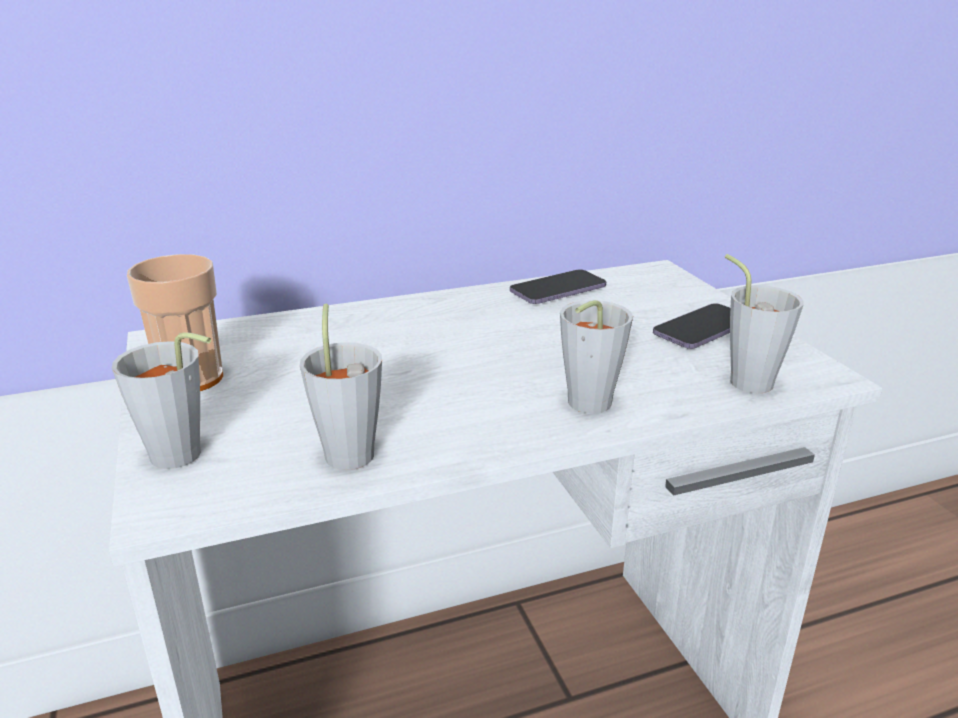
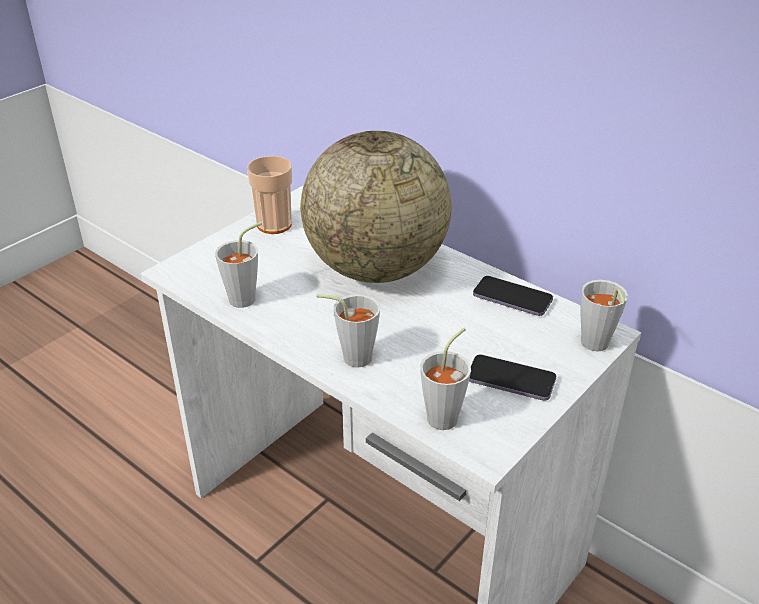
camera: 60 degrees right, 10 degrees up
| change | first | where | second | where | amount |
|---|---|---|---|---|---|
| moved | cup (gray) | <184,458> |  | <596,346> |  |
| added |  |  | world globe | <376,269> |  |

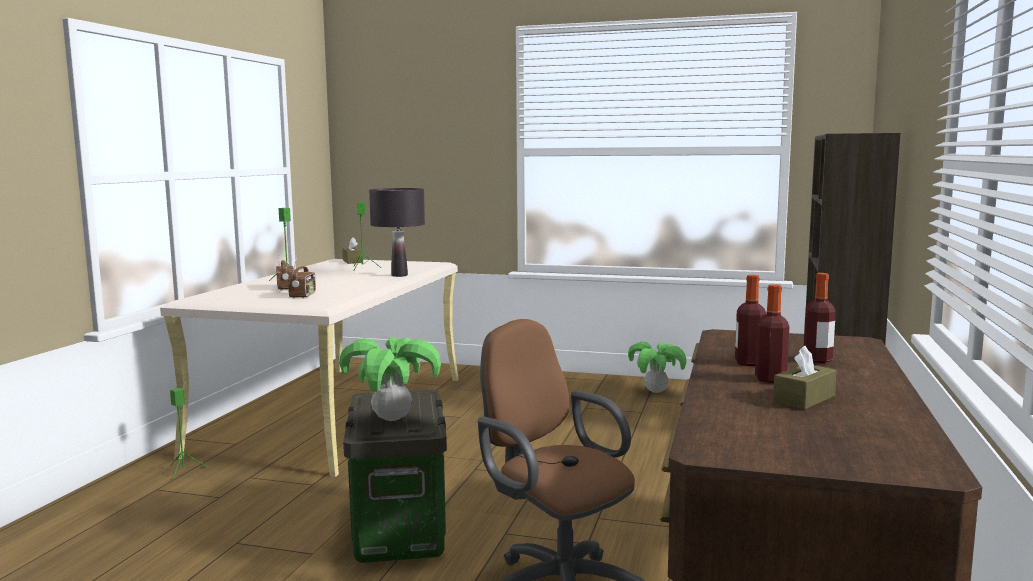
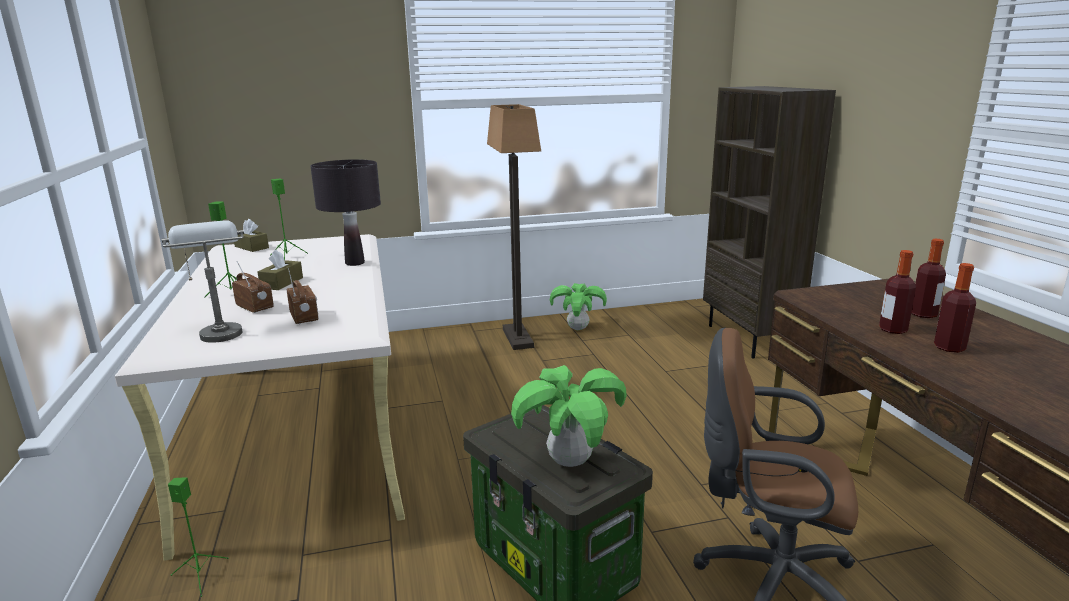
camera: 30 degrees left, 10 degrees up
| change | first | where | second | where | amount |
|---|---|---|---|---|---|
| moved | tissue box (brownish) | <804,399> |  | <282,283> |  |
| added |  |  | floor lamp | <518,338> |  |
| added |  |  | table lamp (gray) | <219,330> |  |

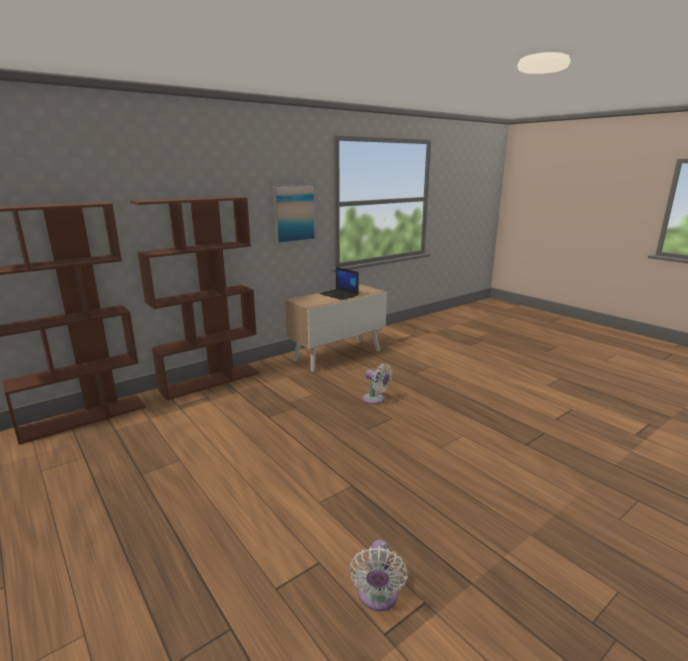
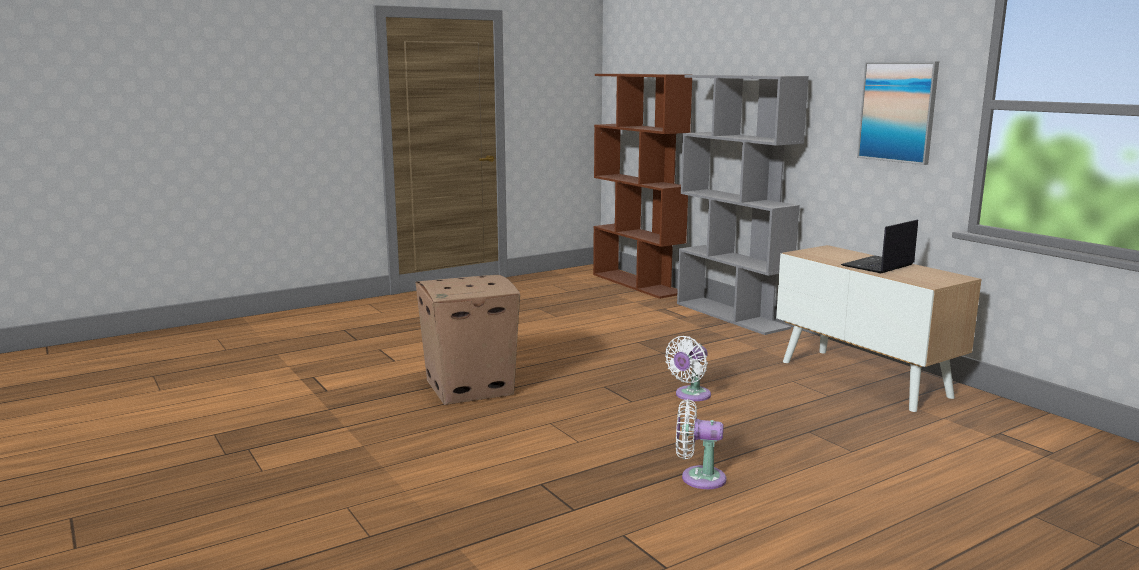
camera: 95 degrees right, 5 degrees down
| change | first | where | second | where | amount |
|---|---|---|---|---|---|
| recoloured | bookshelf (brownish) | <210,381> | bookshelf (gray) | <732,315> |  |
| moved | fan (white) | <377,597> |  | <698,478> |  |
| added |  |  | cardboard box | <471,387> |  |

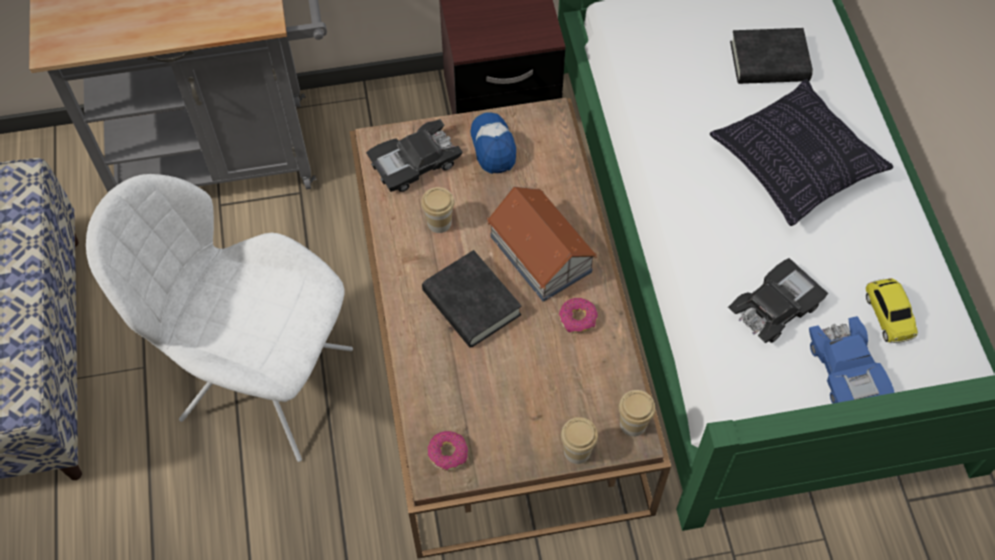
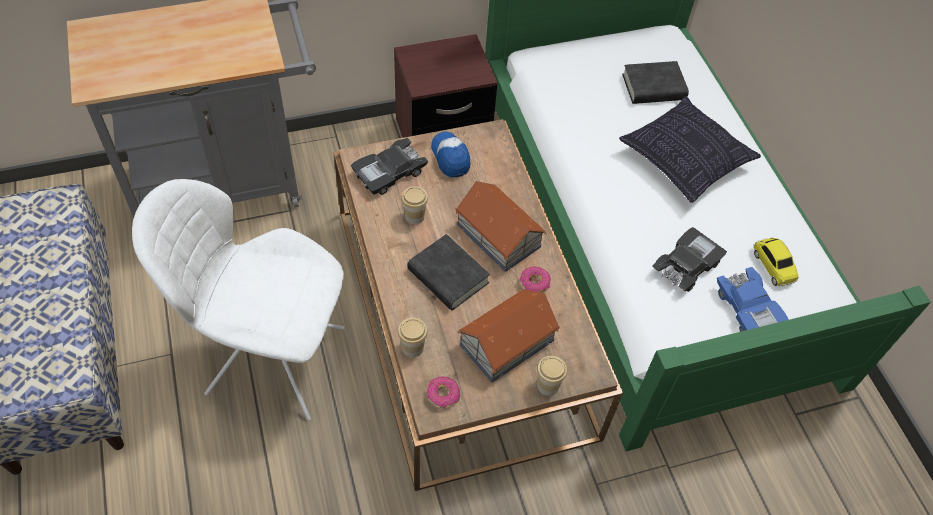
camera: 10 degrees left, 5 degrees down
| change | first | where | second | where | amount |
|---|---|---|---|---|---|
| moved | cup | <633,424> |  | <412,348> |  |
| added |  |  | miniature house | <508,342> |  |

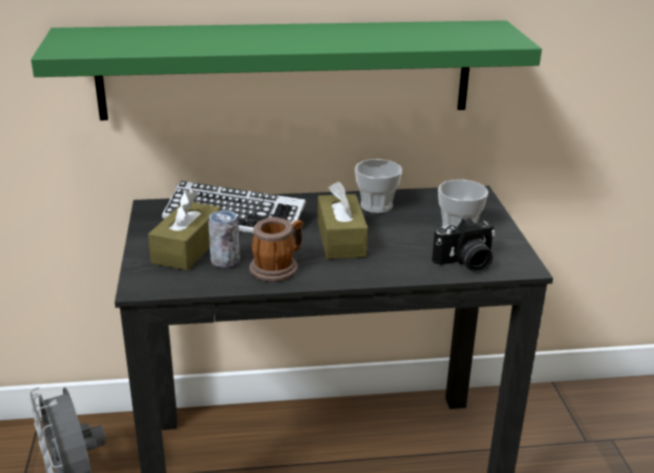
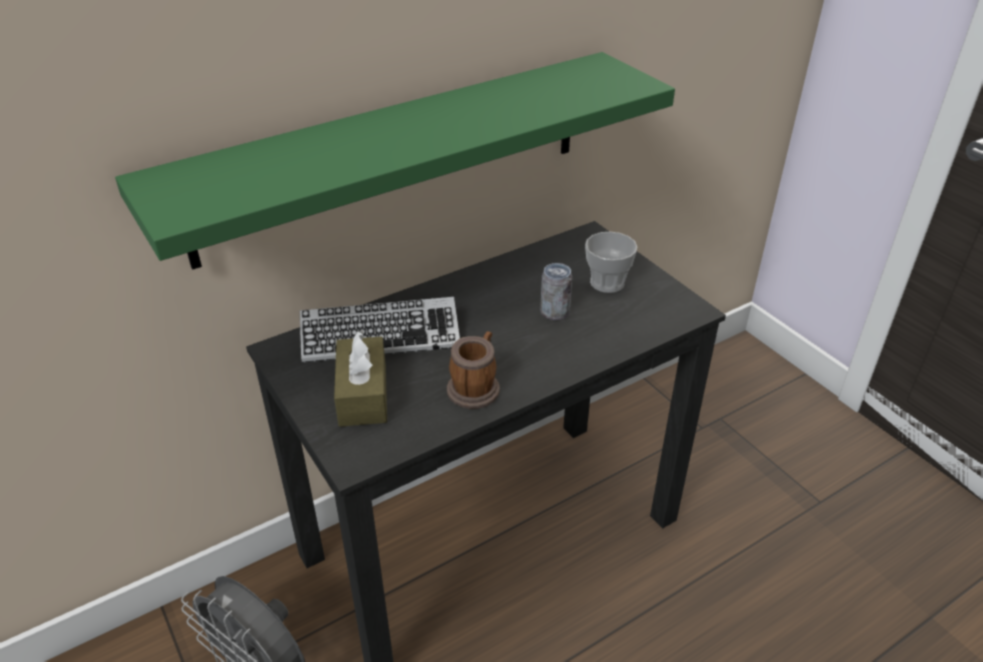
camera: 25 degrees left, 10 degrees up
| change | first | where | second | where | amount |
|---|---|---|---|---|---|
| removed | cup | <376,206> |  |  |  |
| removed | tissue box (brownish) | <341,239> |  |  |  |
| moved | can | <225,261> |  | <554,312> |  |
| removed | still camera | <466,263> |  |  |  |

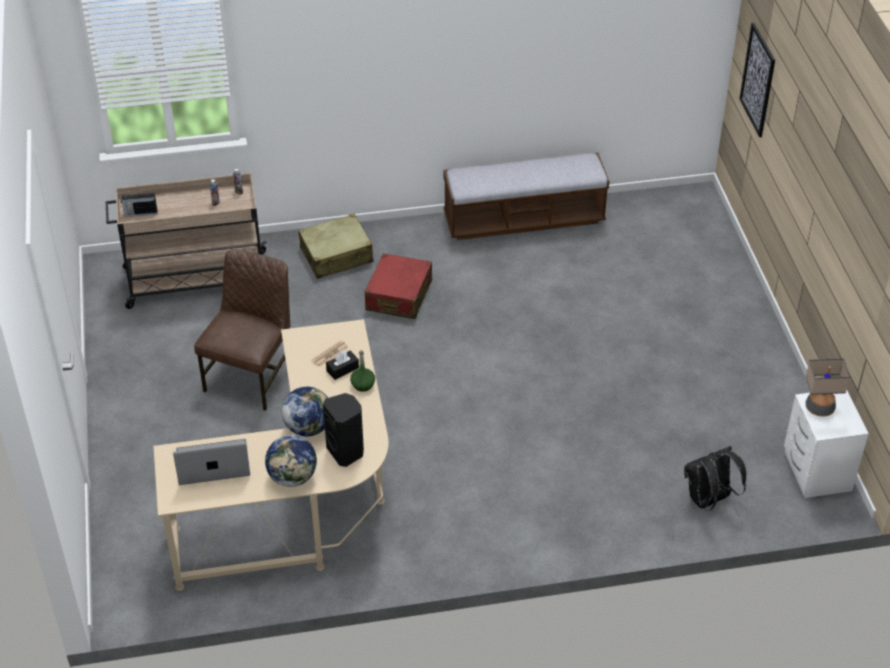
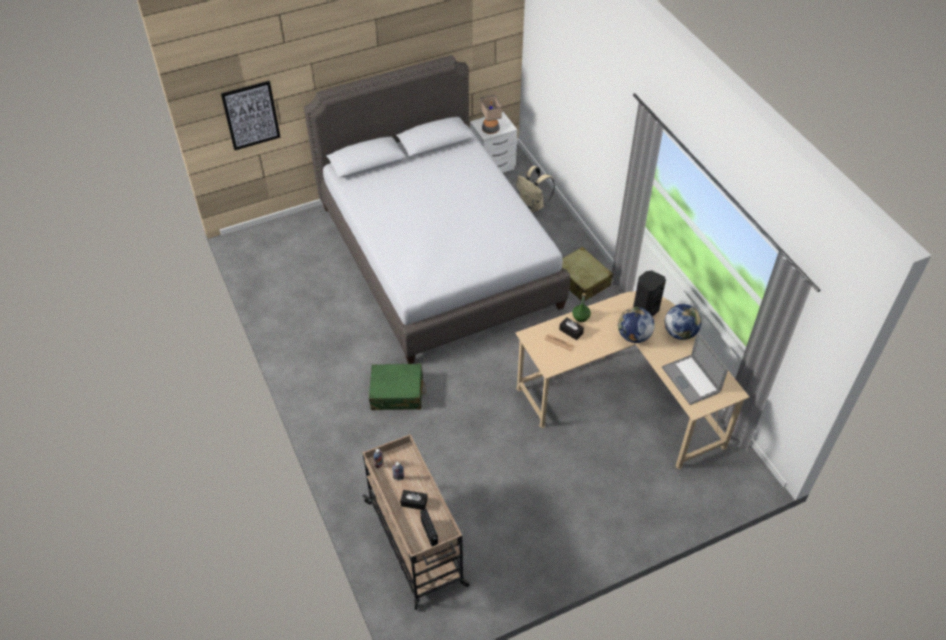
camera: 105 degrees left, 5 degrees up
| change | first | where | second | where | amount |
|---|---|---|---|---|---|
| removed | bench | <524,219> |  |  |  |
| moved | travel case (beige) | <337,255> |  | <581,280> |  |
| removed | chair (brownish) | <252,375> |  |  |  |
| recoloured | travel case (reddish) | <398,296> | travel case (green-coloured) | <397,393> |  |
| recoloured | rucksack (black) | <709,500> | rucksack (beige) | <533,205> |  |
| added |  |  | bedroom bed (gray) | <437,255> |  |
| added |  |  | tissue box (black) | <414,502> |  |

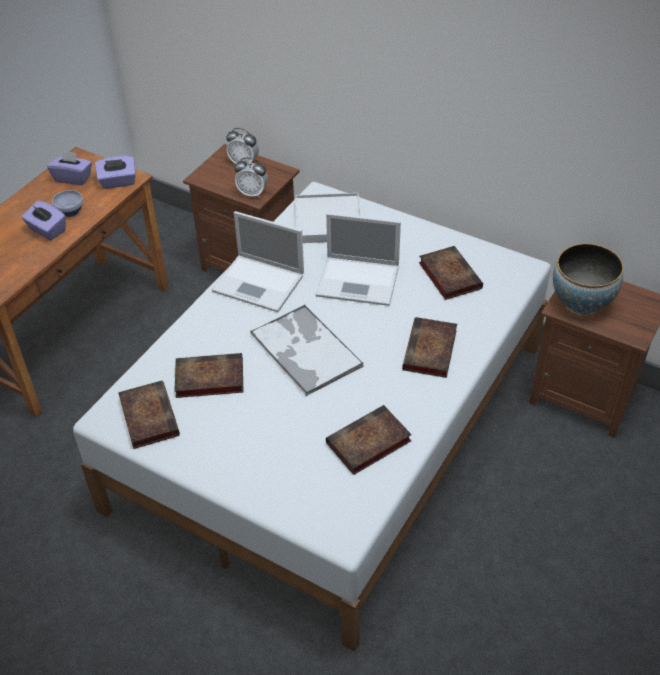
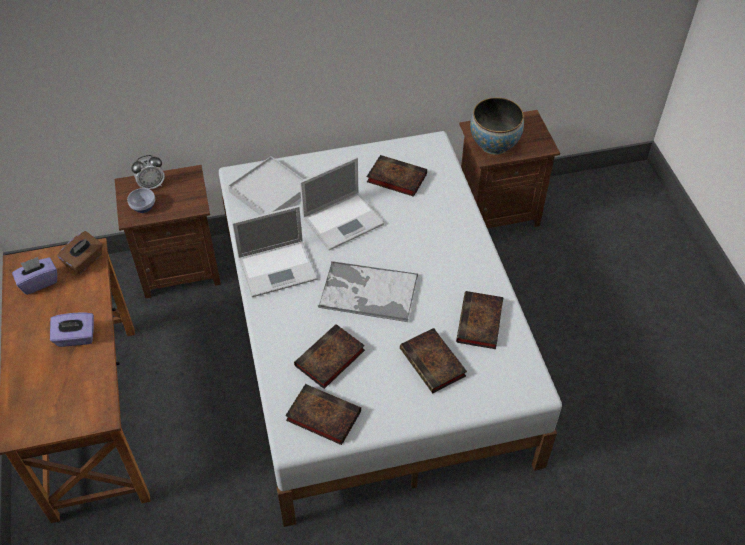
camera: 45 degrees left, 5 degrees up
| change | first | where | second | where | amount |
|---|---|---|---|---|---|
| recoloured | tissue box (purple-coloured) | <118,182> | tissue box (brownish) | <84,261> |  |
| removed | table clock | <252,193> |  |  |  |
| moved | bowl | <70,212> |  | <144,207> |  |
| moved | volume | <430,352> |  | <434,364> |  |

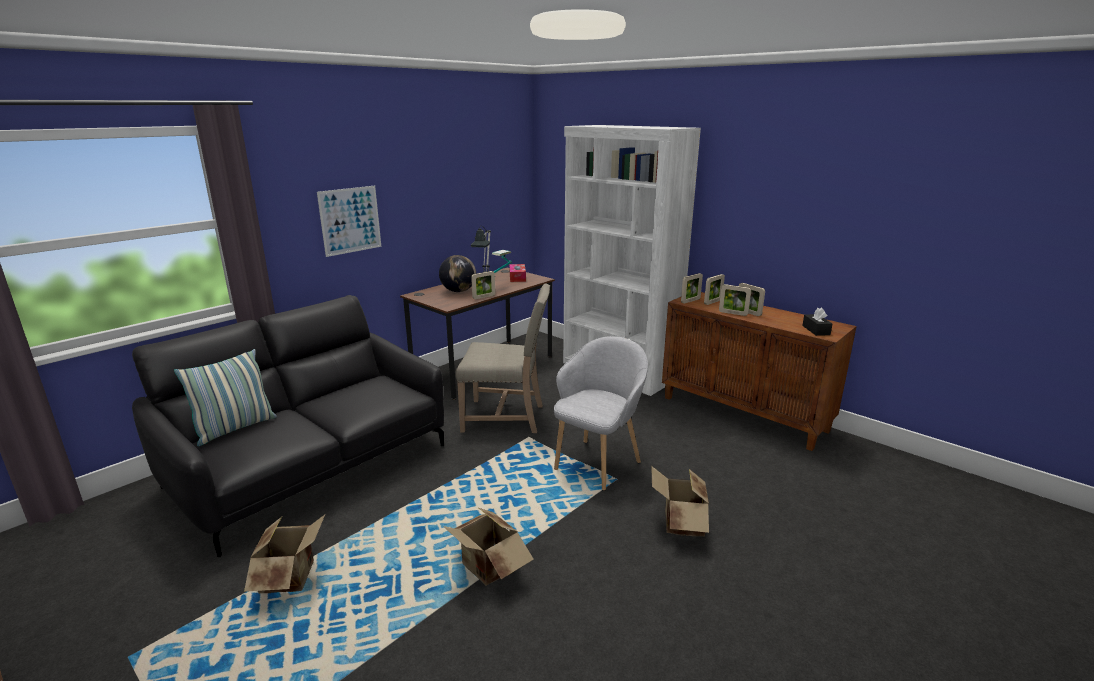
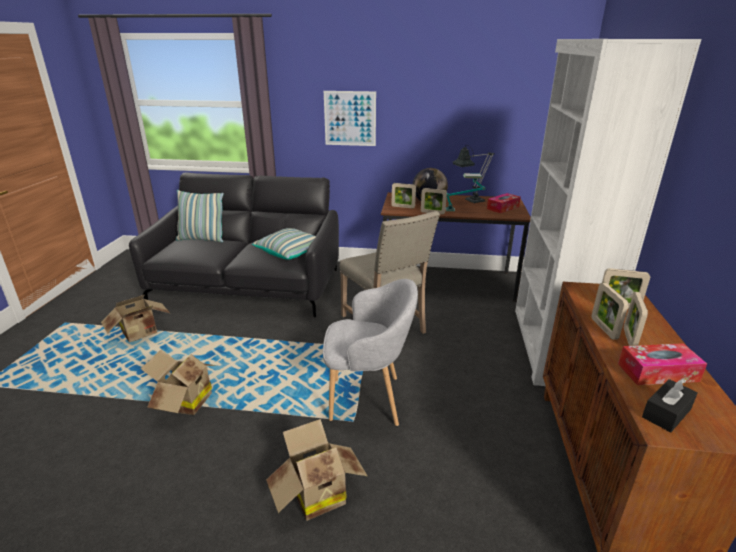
camera: 55 degrees right, 5 degrees up
| change | first | where | second | where | amount |
|---|---|---|---|---|---|
| moved | picture frame | <690,301> |  | <403,207> |  |
| added |  |  | throw pillow | <290,252> |  |
| added |  |  | tissue box | <657,372> |  |

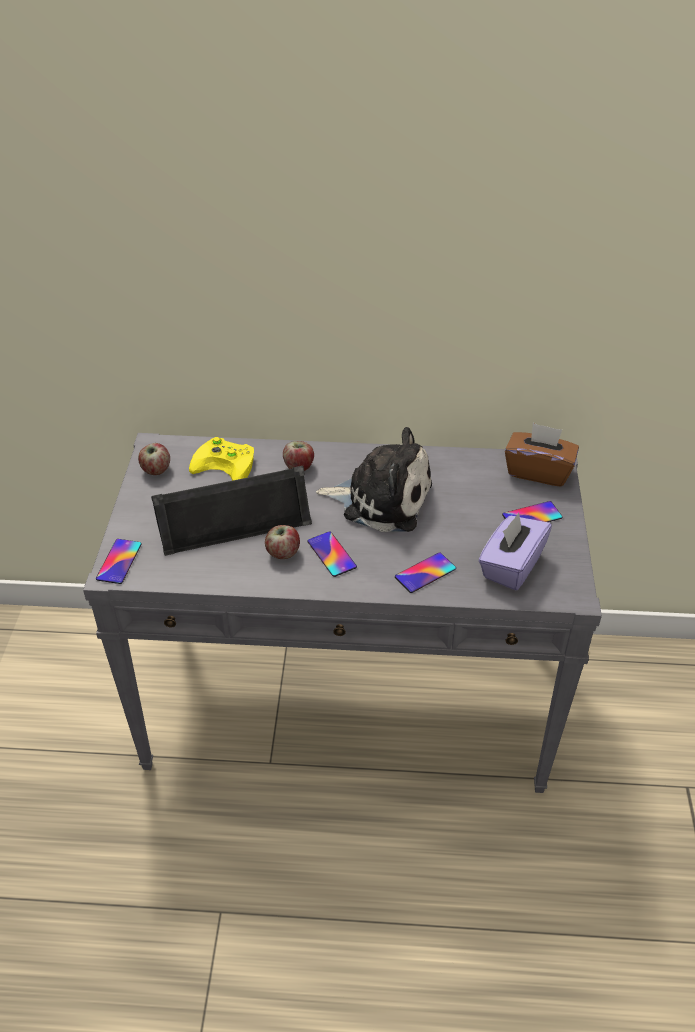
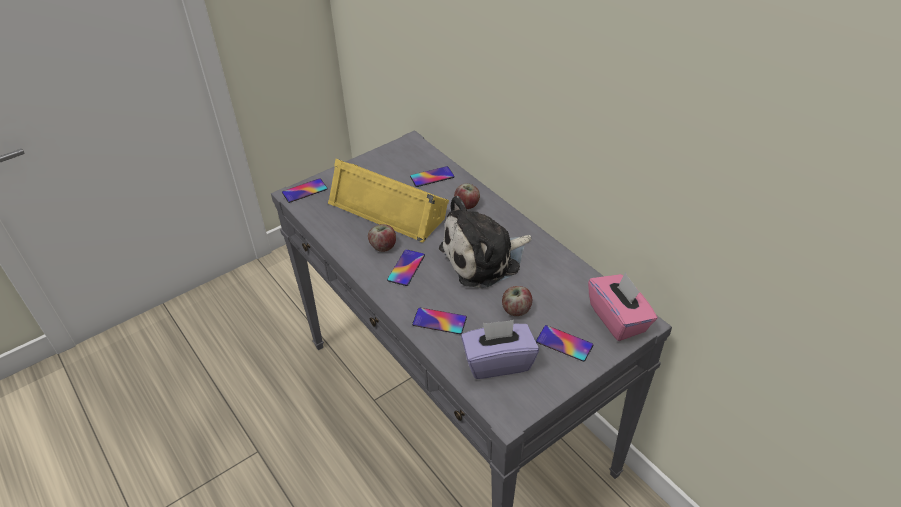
camera: 50 degrees right, 0 degrees up
| change | first | where | second | where | amount |
|---|---|---|---|---|---|
| recoloured | tissue box (brownish) | <538,471> | tissue box (pink) | <618,319> |  |
| turned | cuddly toy | <381,499> |  | <484,258> | 90 degrees clockwise |
| replaced | joypad (yellow-coloured) | <227,463> | telephone | <432,177> |  |
| moved | apple | <156,470> |  | <516,310> |  |
| recoloured | loudspeaker (black) | <232,517> | loudspeaker (yellow-coloured) | <389,207> |  |

